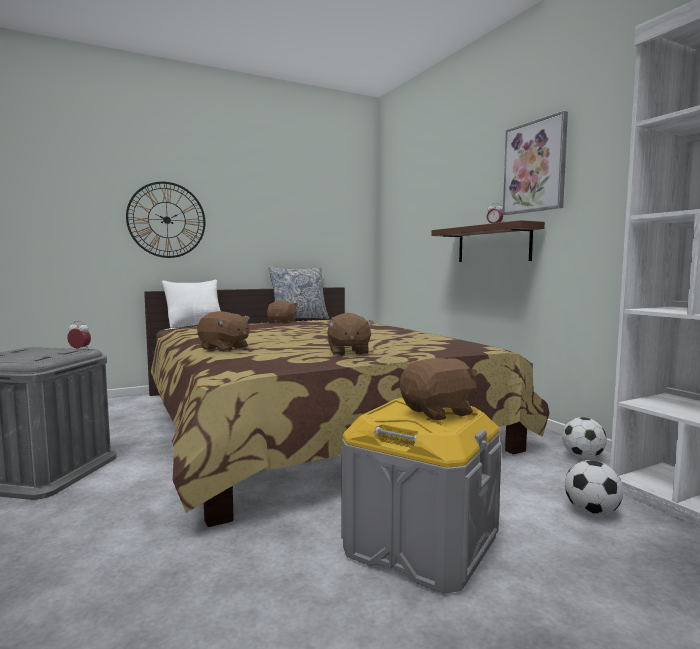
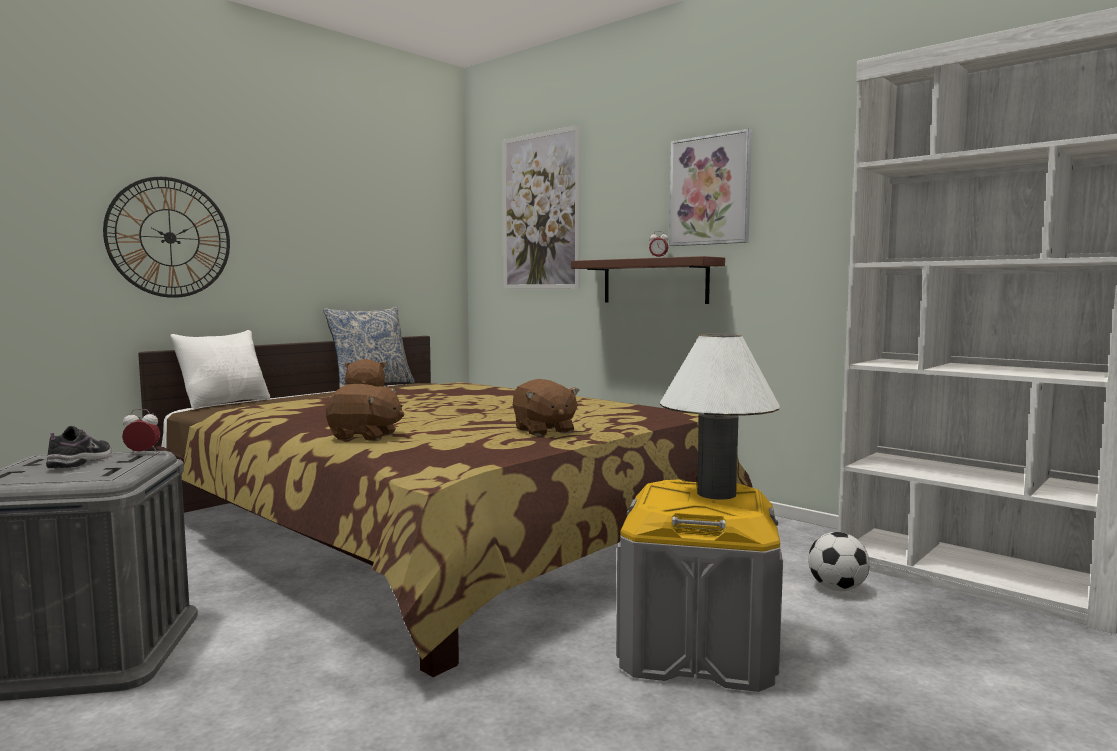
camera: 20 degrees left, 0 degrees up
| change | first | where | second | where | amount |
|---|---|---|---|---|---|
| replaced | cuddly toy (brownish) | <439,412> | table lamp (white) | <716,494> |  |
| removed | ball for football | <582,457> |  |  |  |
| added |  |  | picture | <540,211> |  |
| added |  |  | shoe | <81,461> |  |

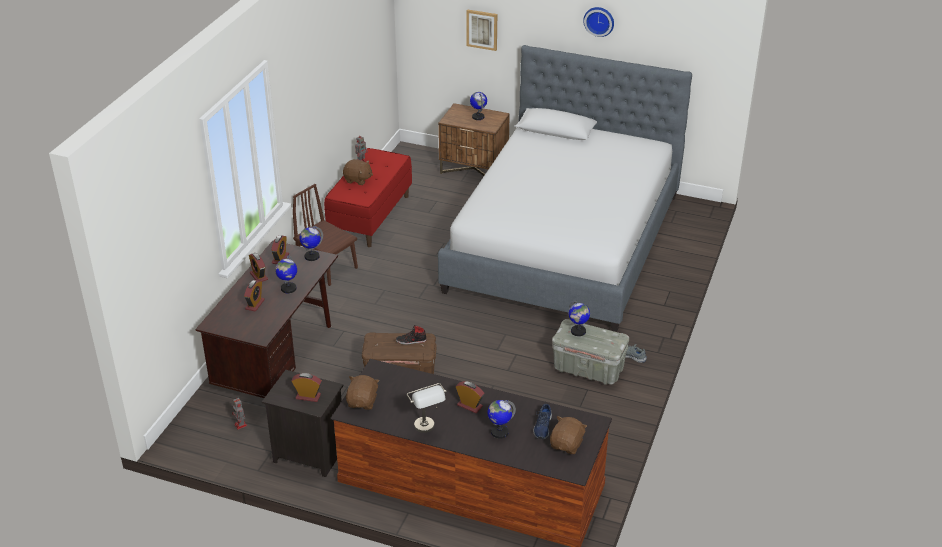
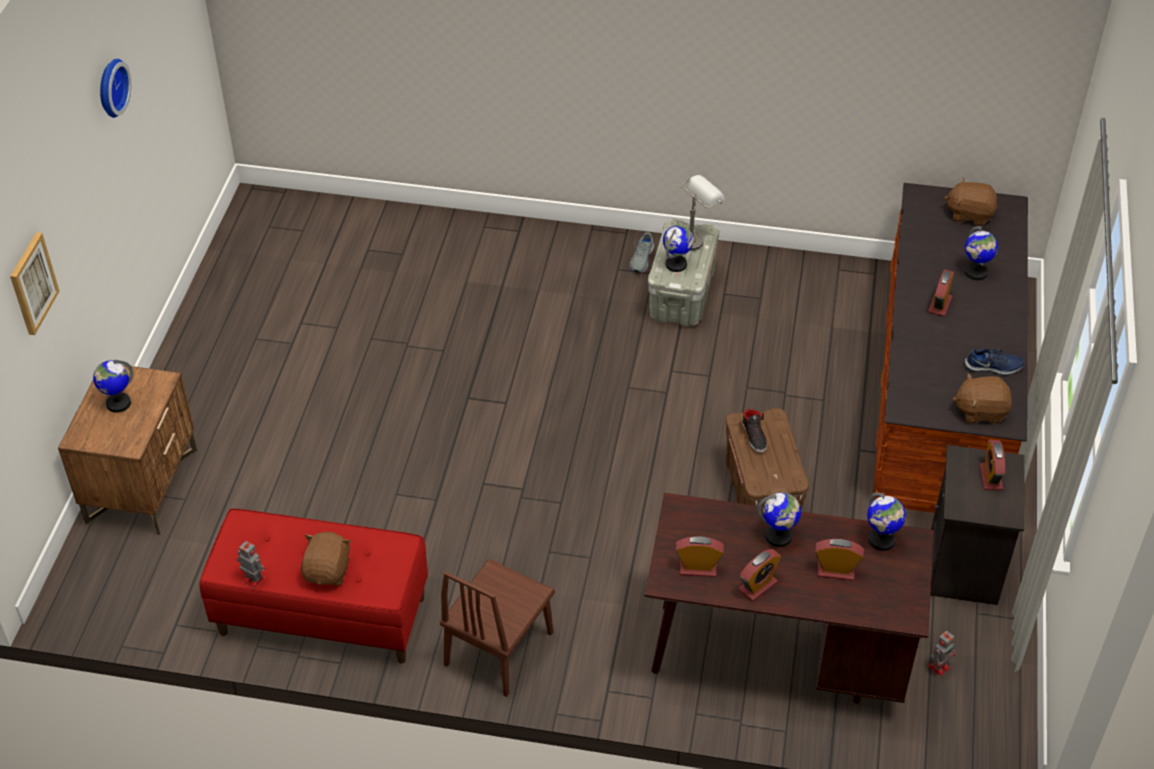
camera: 100 degrees left, 10 degrees up
| change | first | where | second | where | amount |
|---|---|---|---|---|---|
| removed | bedroom bed | <564,242> |  |  |  |
| moved | world globe | <311,256> |  | <881,540> |  |
| moved | table lamp (gray) | <428,430> |  | <697,238> |  |
| moved | shoe (blue) | <542,427> |  | <994,367> |  |

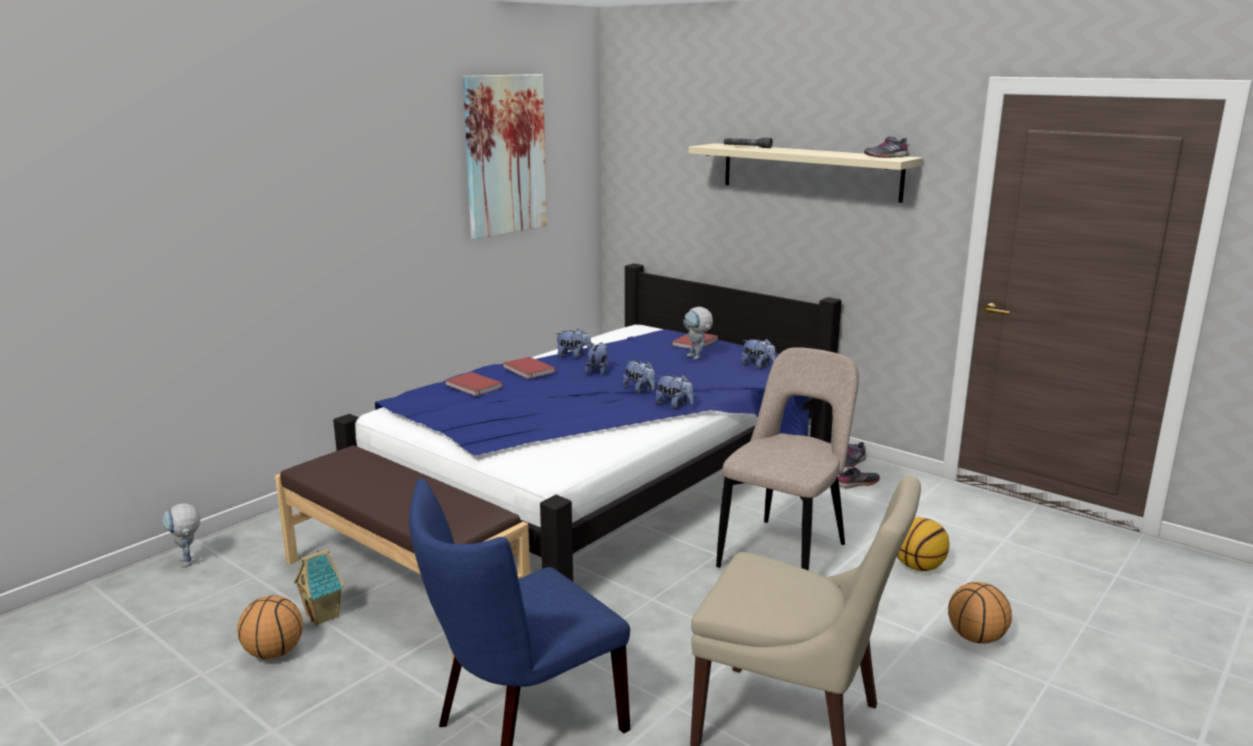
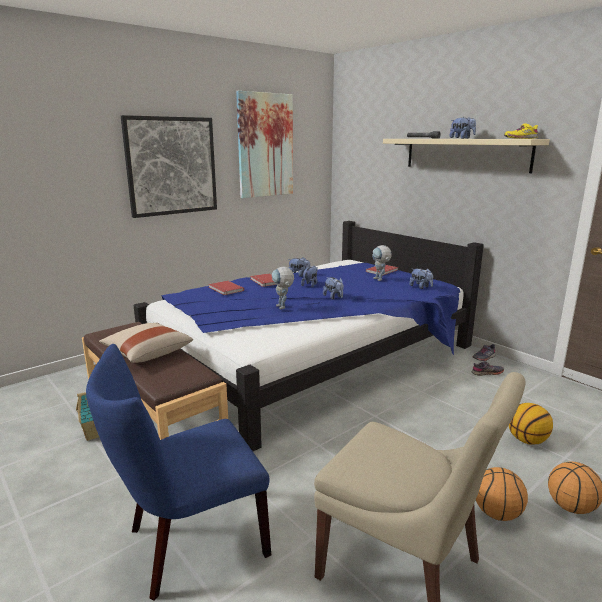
camera: 10 degrees right, 0 degrees up
| change | first | where | second | where | amount |
|---|---|---|---|---|---|
| recoloured | shoe (gray) | <885,157> | shoe (yellow-coloured) | <520,138> |  |
| removed | chair (beige) | <786,552> |  |  |  |
| moved | cuddly toy | <674,405> |  | <461,138> |  |
| moved | robot figure | <189,564> |  | <283,308> |  |
| moved | basketball ball | <274,653> |  | <497,514> |  |
| added |  |  | picture | <171,166> |  |
| added |  |  | throw pillow (beige) | <147,353> |  |

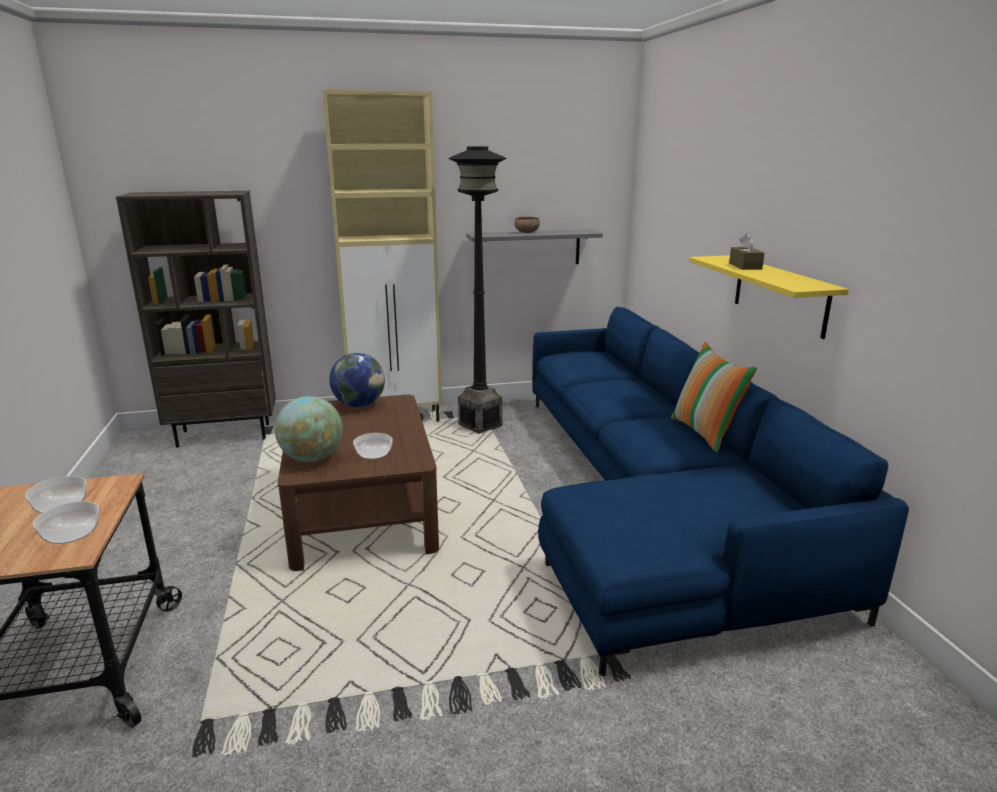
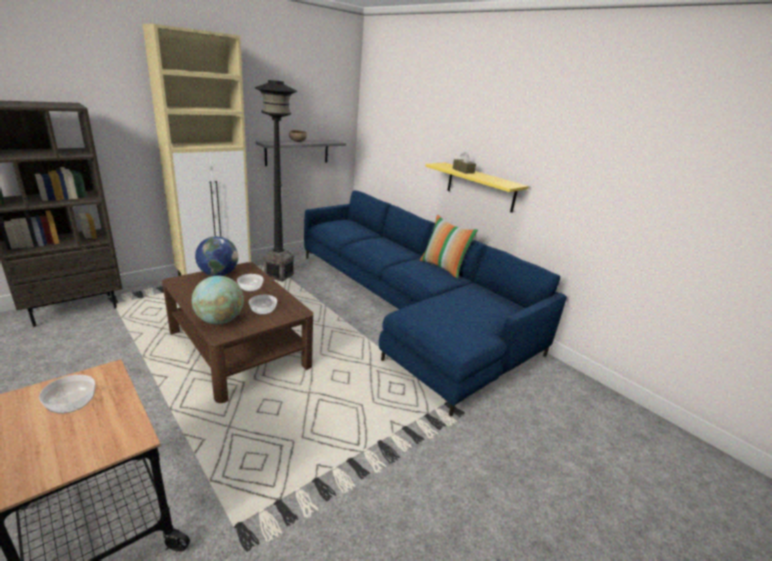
camera: 30 degrees left, 5 degrees up
| change | first | where | second | where | amount |
|---|---|---|---|---|---|
| moved | bowl | <71,534> |  | <250,287> |  |

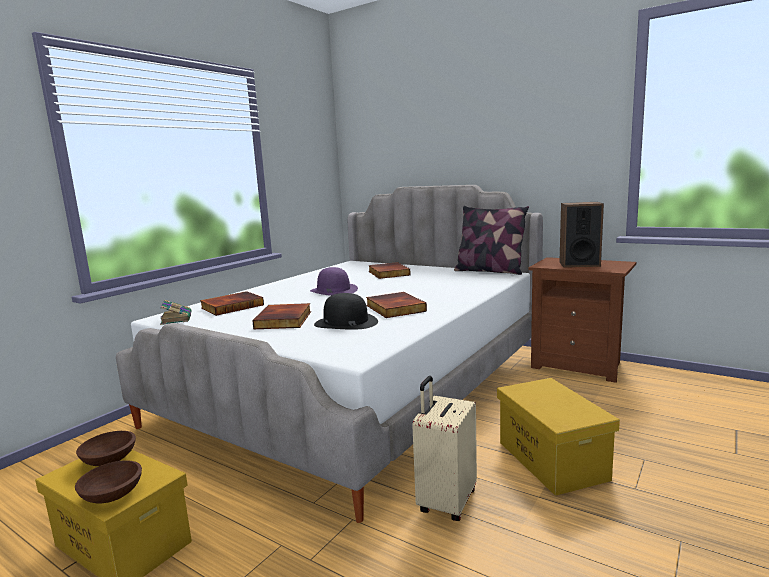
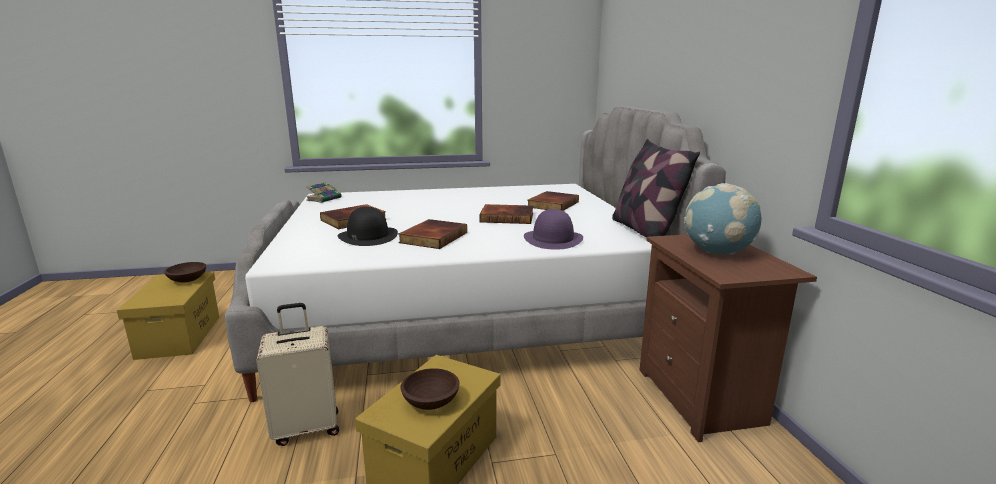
camera: 45 degrees right, 5 degrees up
| change | first | where | second | where | amount |
|---|---|---|---|---|---|
| replaced | loudspeaker | <579,264> | world globe | <717,252> |  |
| moved | clothing hat (purple-coloured) | <333,290> |  | <553,239> |  |
| moved | volume | <232,306> |  | <507,217> |  |
| moved | bowl (brownish) | <113,495> |  | <431,402> |  |

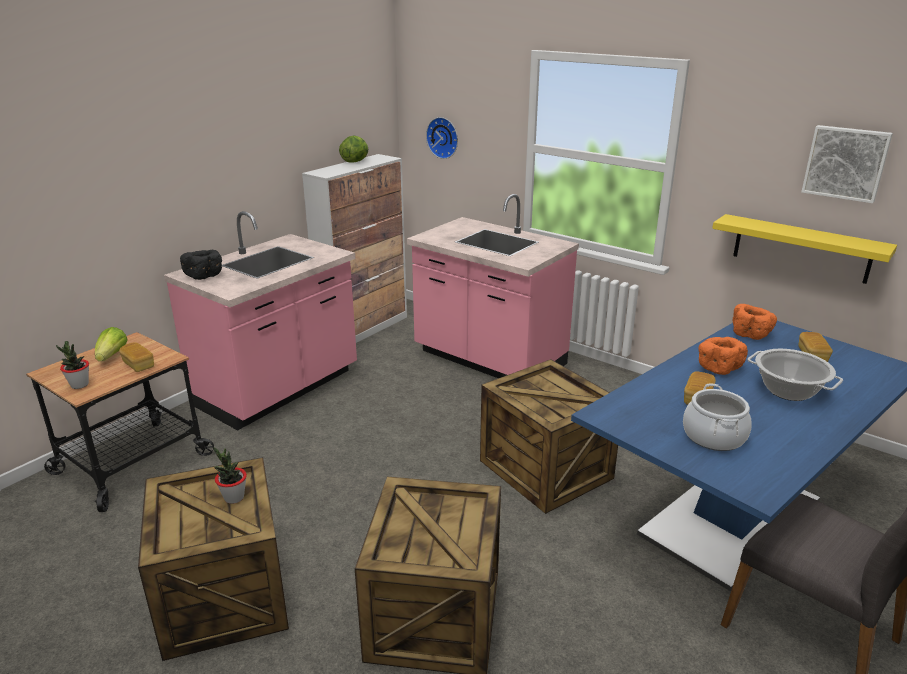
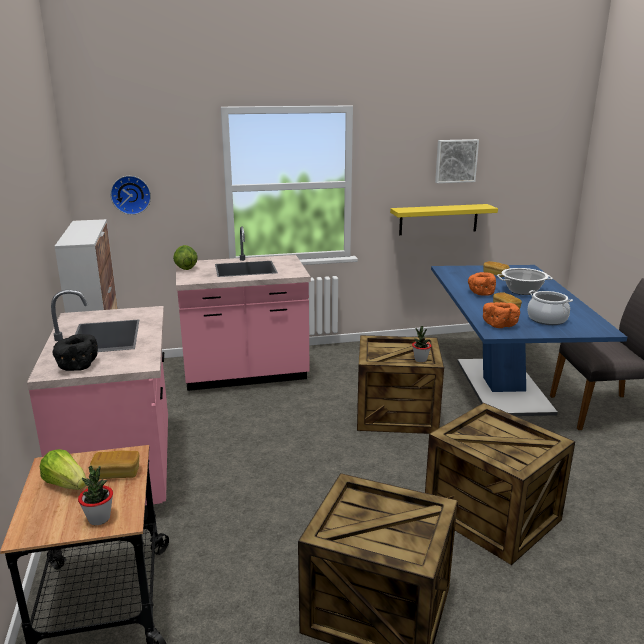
camera: 50 degrees left, 5 degrees down
| change | first | where | second | where | amount |
|---|---|---|---|---|---|
| moved | head of lettuce | <355,161> |  | <185,268> |  |
| moved | bowl (orange-coloured) | <750,334> |  | <499,325> |  |
| moved | potted plant | <234,497> |  | <420,360> |  |

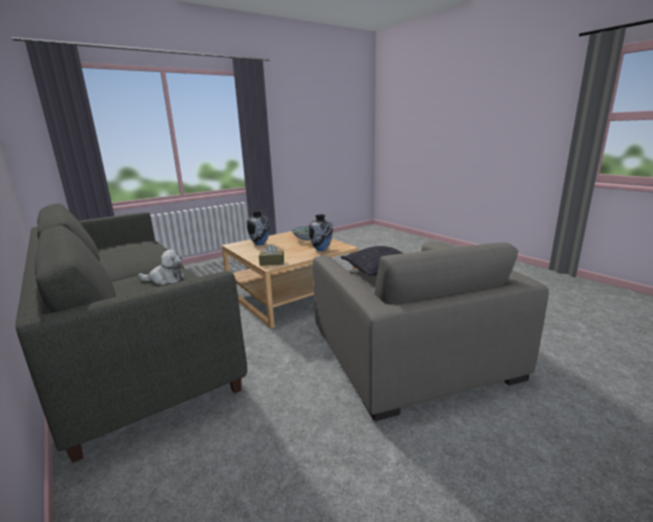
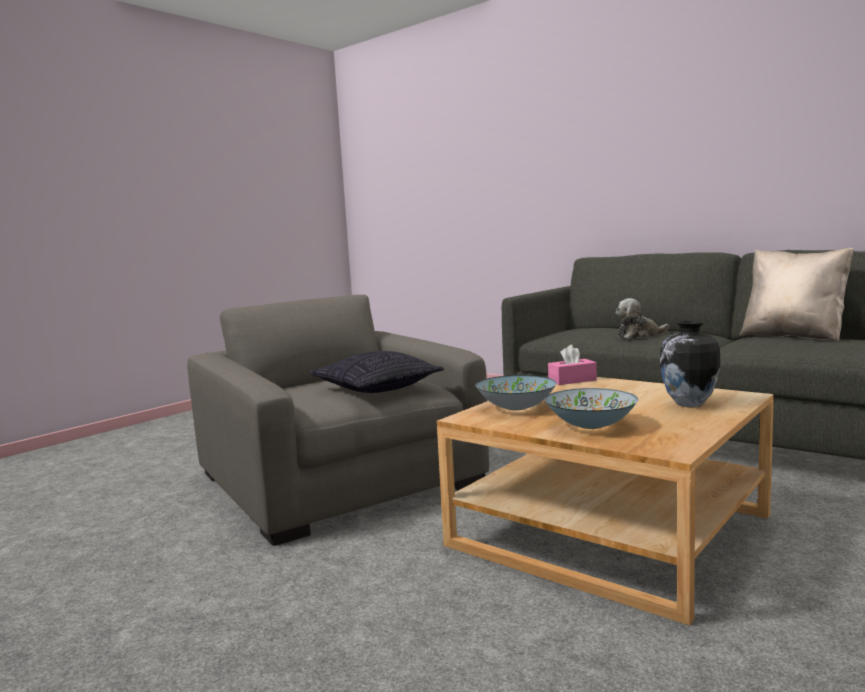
camera: 165 degrees right, 10 degrees down
| change | first | where | second | where | amount |
|---|---|---|---|---|---|
| replaced | decorative vase | <321,249> | bowl | <516,407> |  |
| recoloured | tissue box (brownish) | <272,263> | tissue box (pink) | <572,380> |  |
| added |  |  | throw pillow (beige) | <793,336> |  |

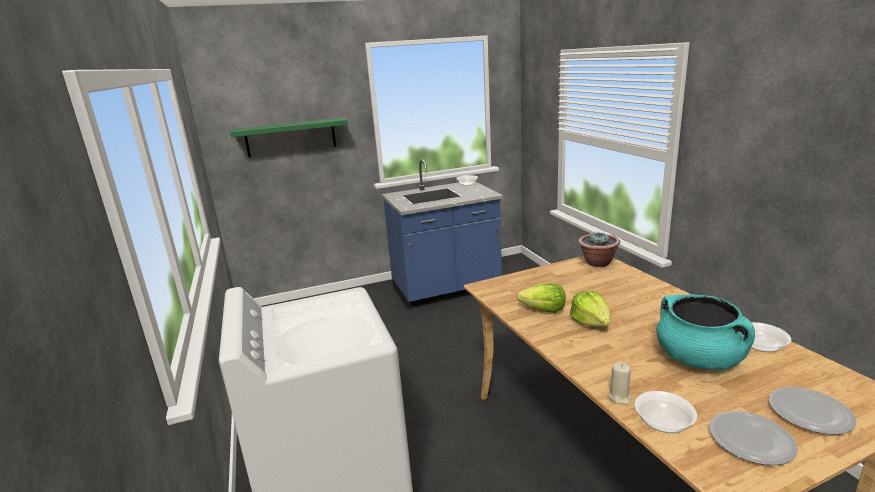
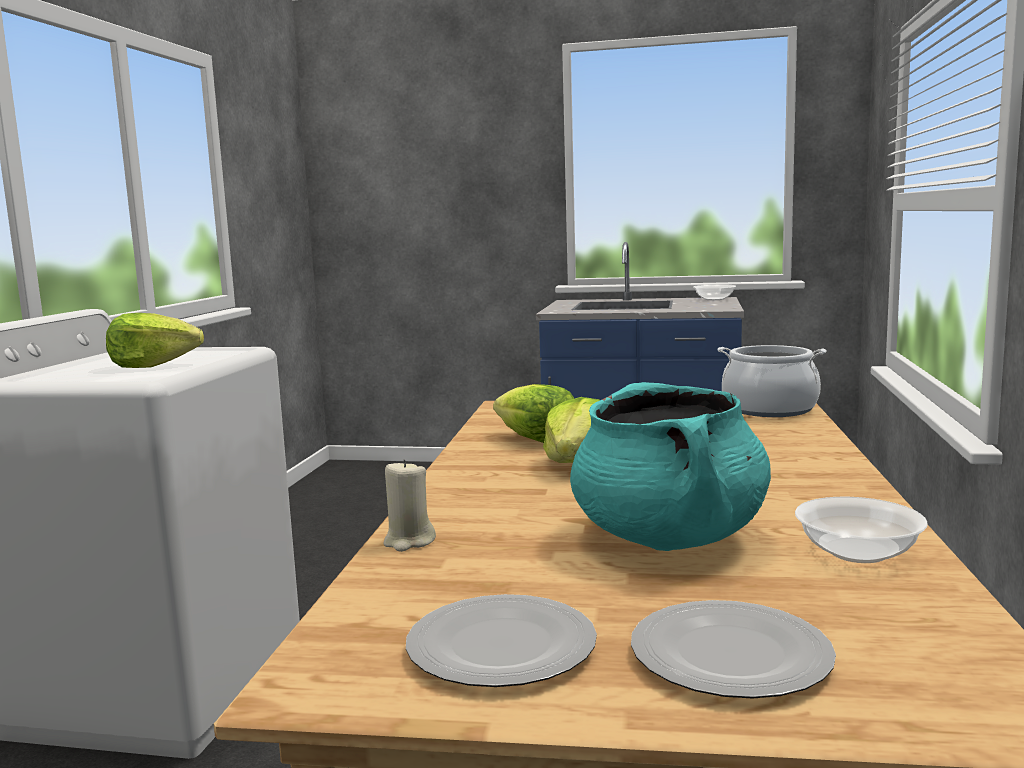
camera: 30 degrees right, 10 degrees down
| change | first | where | second | where | amount |
|---|---|---|---|---|---|
| removed | wall shelf (green-coloured) | <291,137> |  |  |  |
| replaced | potted plant | <597,263> | stockpot | <769,409> |  |
| removed | bowl | <663,423> |  |  |  |
| added |  |  | head of lettuce | <153,365> |  |

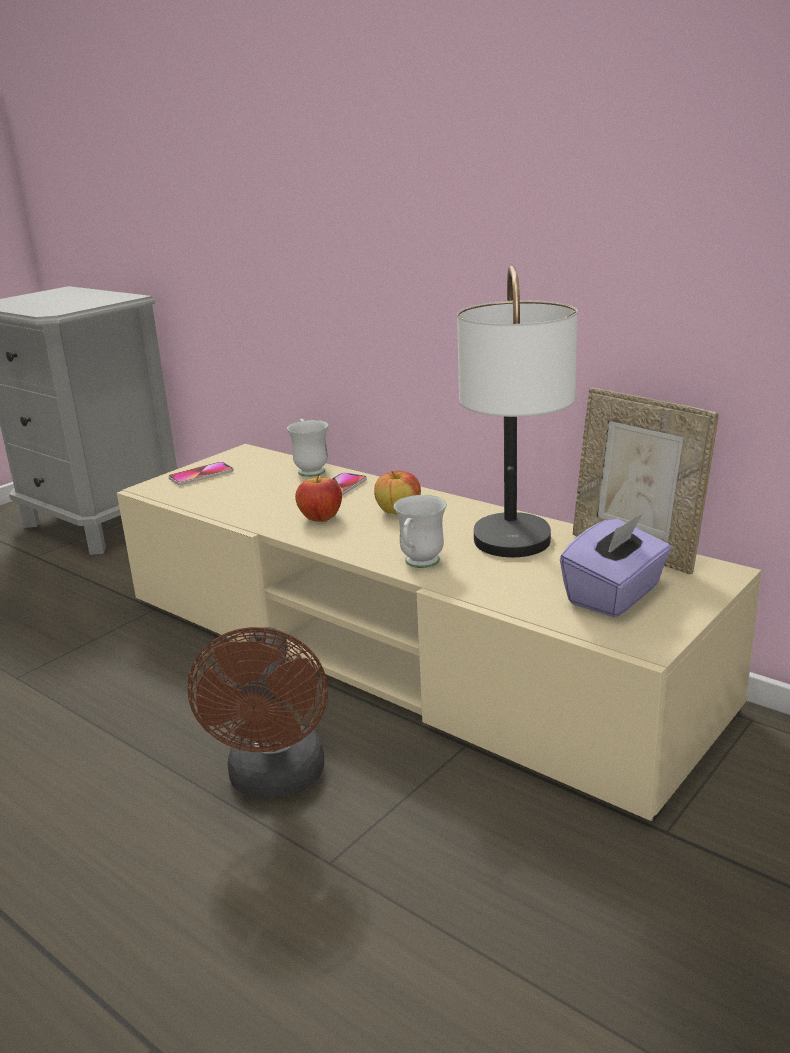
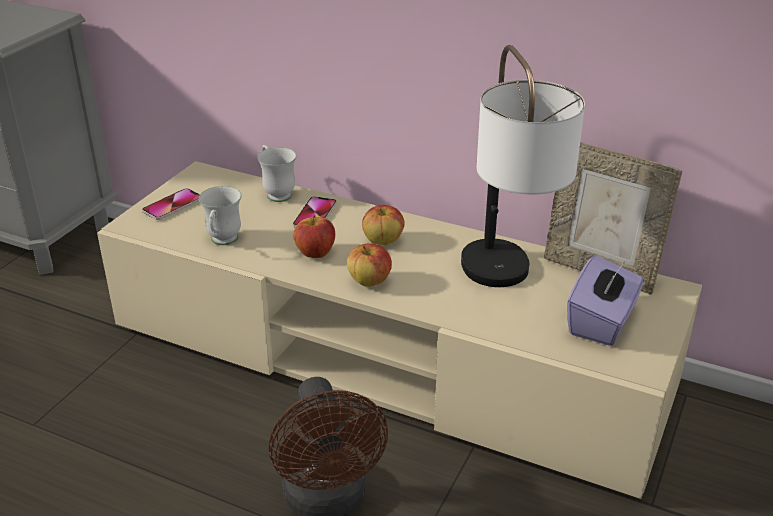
camera: 15 degrees left, 10 degrees up
| change | first | where | second | where | amount |
|---|---|---|---|---|---|
| moved | coffee mug (white) | <419,565> |  | <222,242> |  |
| added |  |  | apple | <369,282> |  |

